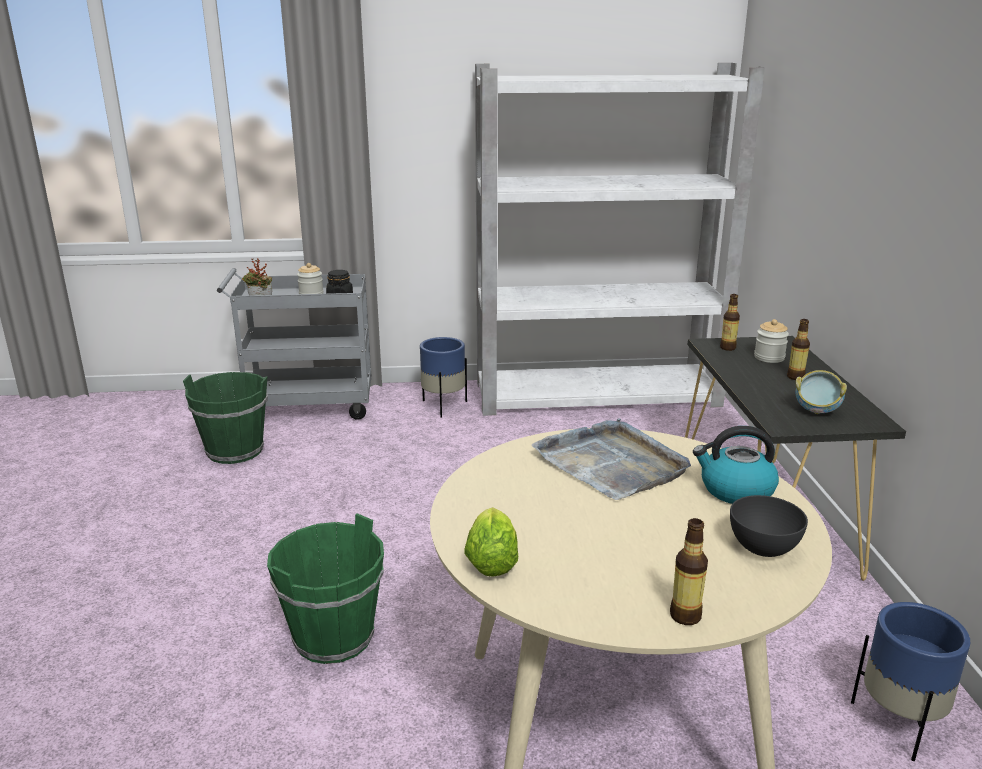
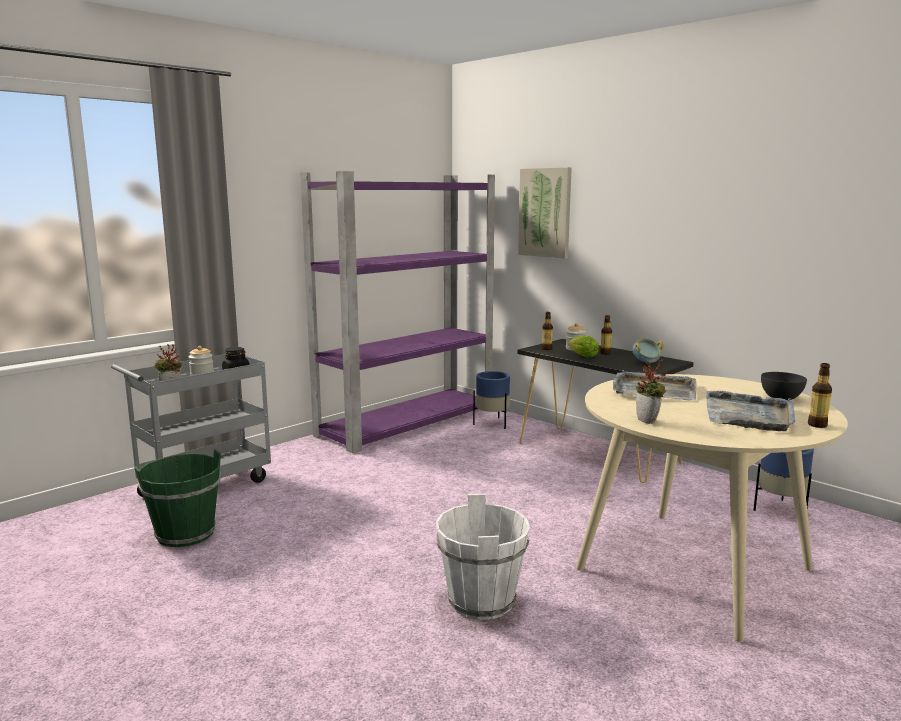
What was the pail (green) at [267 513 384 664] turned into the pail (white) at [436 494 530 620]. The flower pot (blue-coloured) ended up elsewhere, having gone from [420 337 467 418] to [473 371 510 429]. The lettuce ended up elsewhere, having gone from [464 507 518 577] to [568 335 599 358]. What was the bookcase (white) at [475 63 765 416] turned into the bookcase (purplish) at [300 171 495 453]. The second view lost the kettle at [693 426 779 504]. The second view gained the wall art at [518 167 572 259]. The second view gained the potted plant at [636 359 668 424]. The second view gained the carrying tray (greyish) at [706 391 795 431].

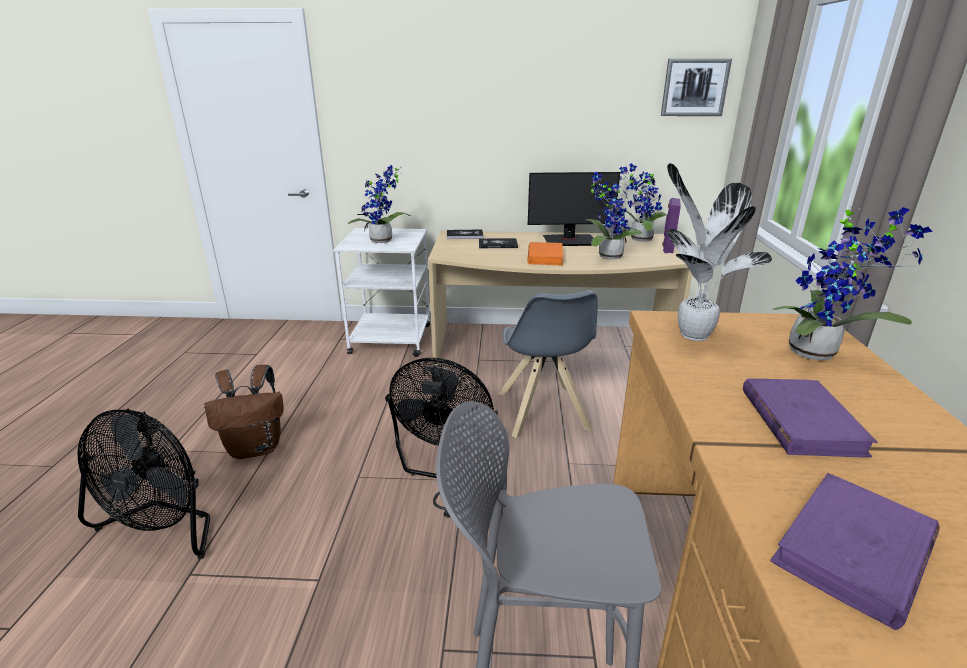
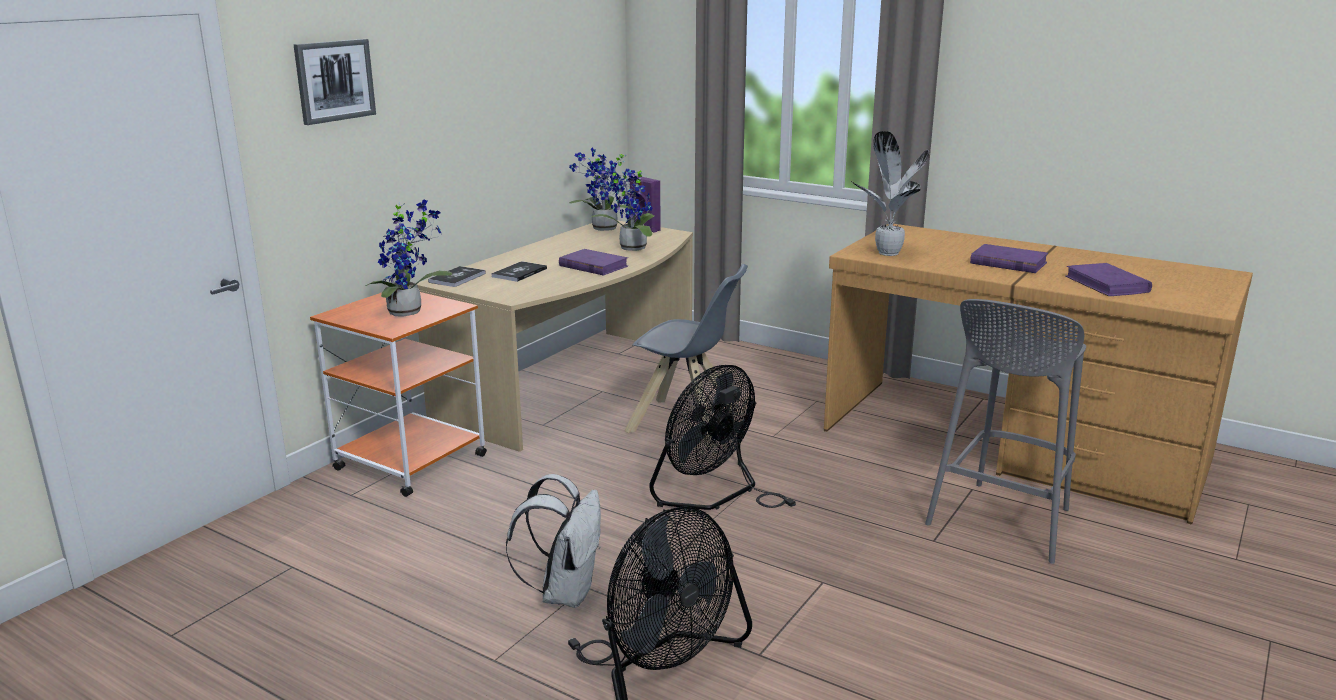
What was the rucksack (brown) at [204 365 284 459] turned into the rucksack (white) at [506 474 601 608]. What was the wheeled cart (white) at [333 228 430 357] turned into the wheeled cart (orange-coloured) at [310 292 487 497]. What was the book (orange-coloured) at [527 242 564 265] turned into the book (purplish) at [559 249 628 276]. The second view lost the monitor at [528 172 620 246]. The wall art ended up elsewhere, having gone from [661 59 732 116] to [294 39 376 125]. The second view lost the potted plant at [773 206 933 360].

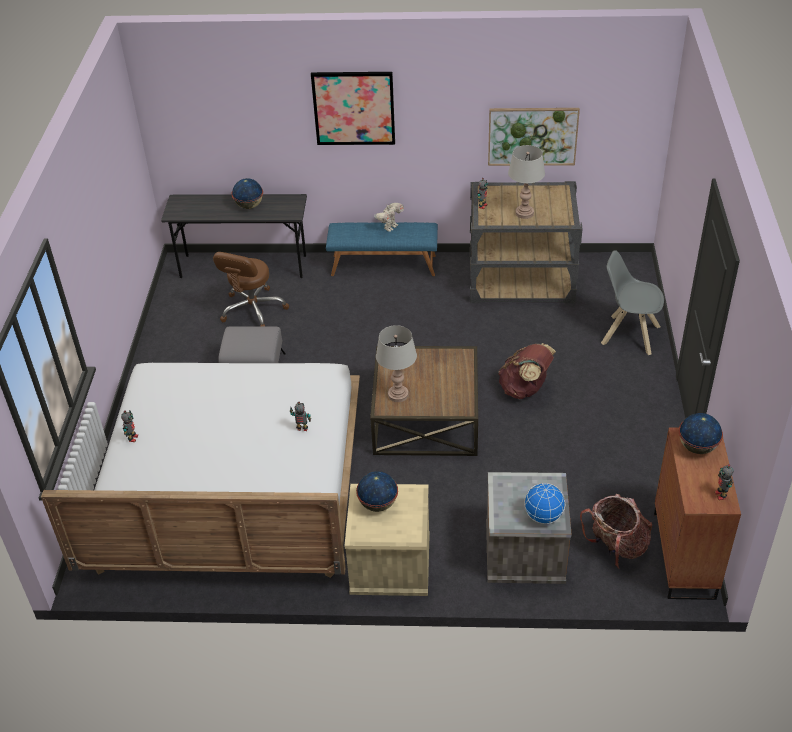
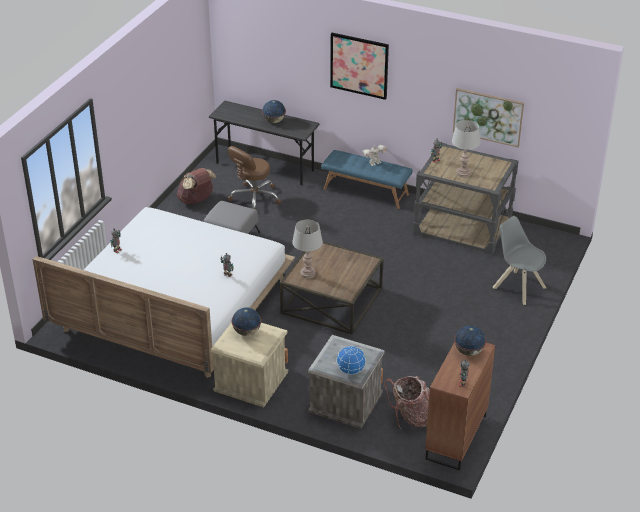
The rucksack (brown) ended up elsewhere, having gone from [498 343 556 399] to [177 168 216 204].

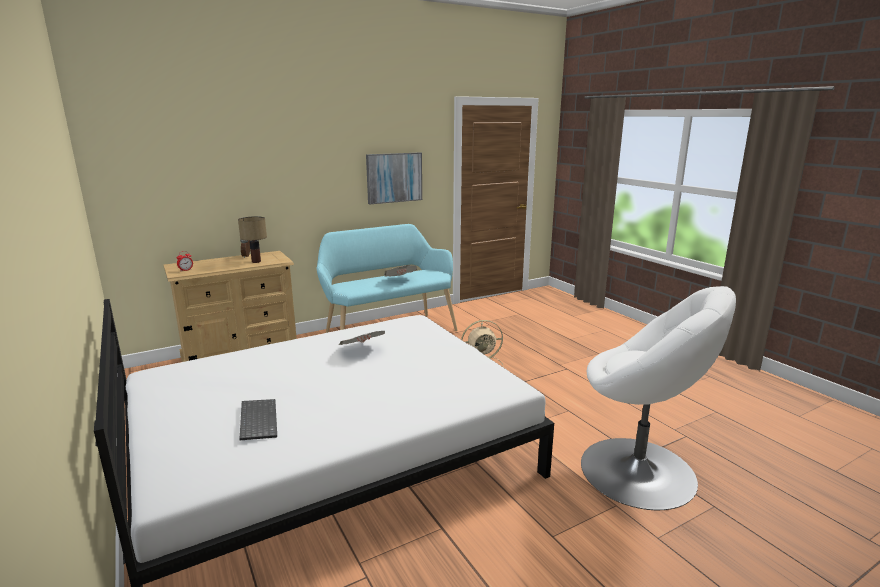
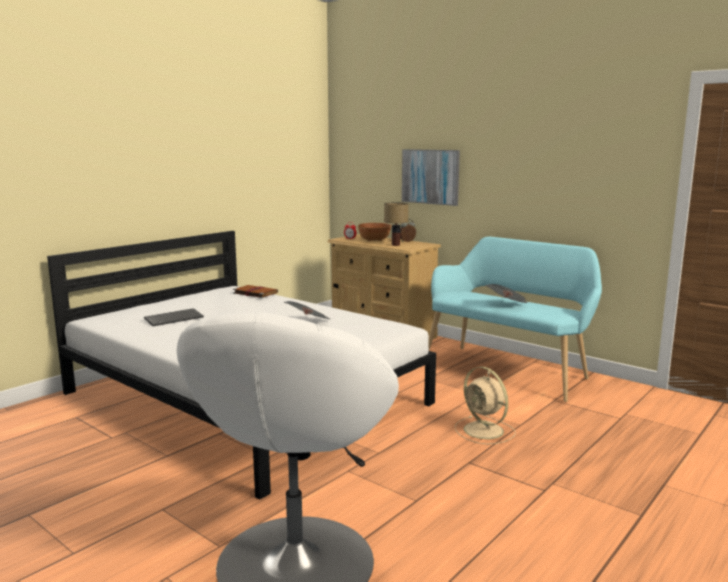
The wall art ended up elsewhere, having gone from [366 152 422 204] to [402 149 460 206]. The second view gained the book (brown) at [233 285 278 298]. The second view gained the bowl (brown) at [358 223 392 241].

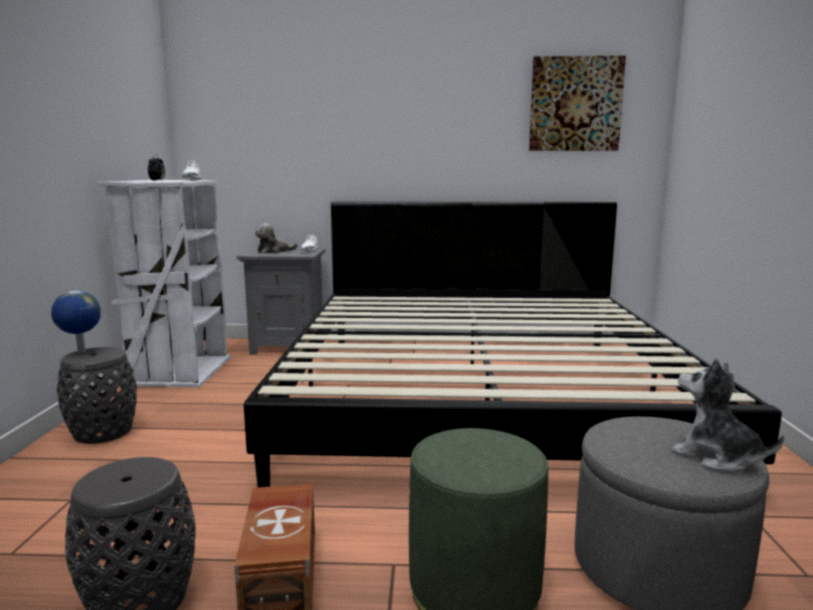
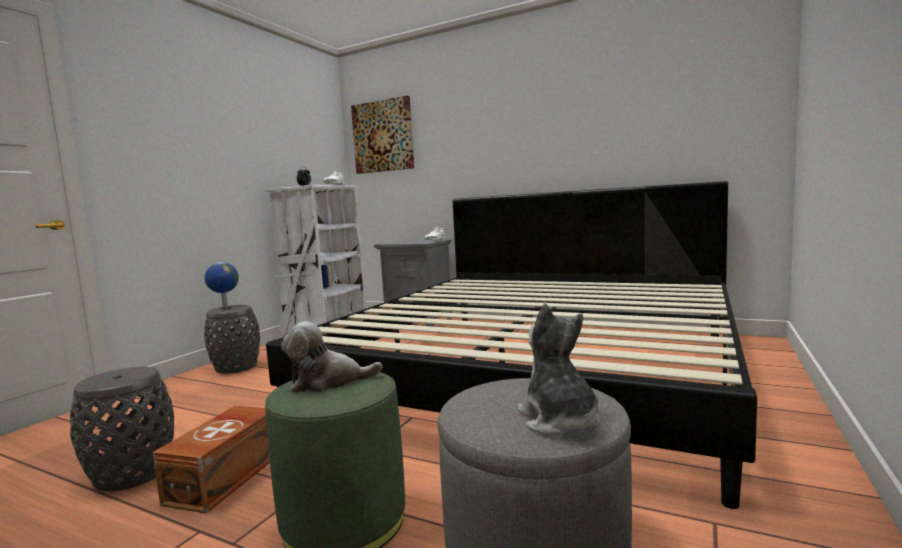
The cuddly toy ended up elsewhere, having gone from [255 224 297 254] to [281 321 382 392]. The wall art ended up elsewhere, having gone from [529 56 626 151] to [351 96 414 174].

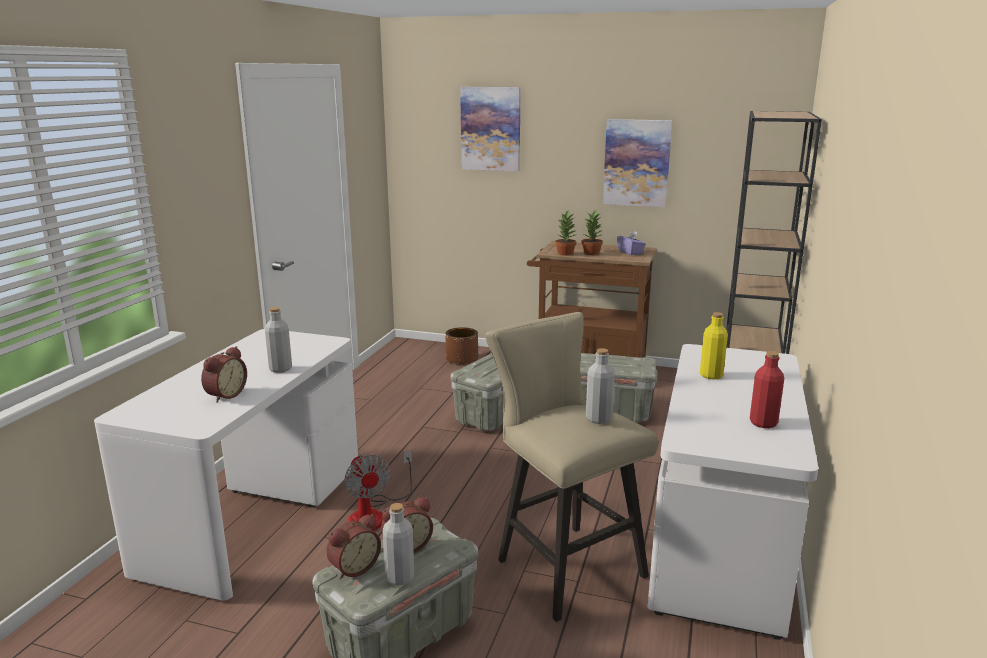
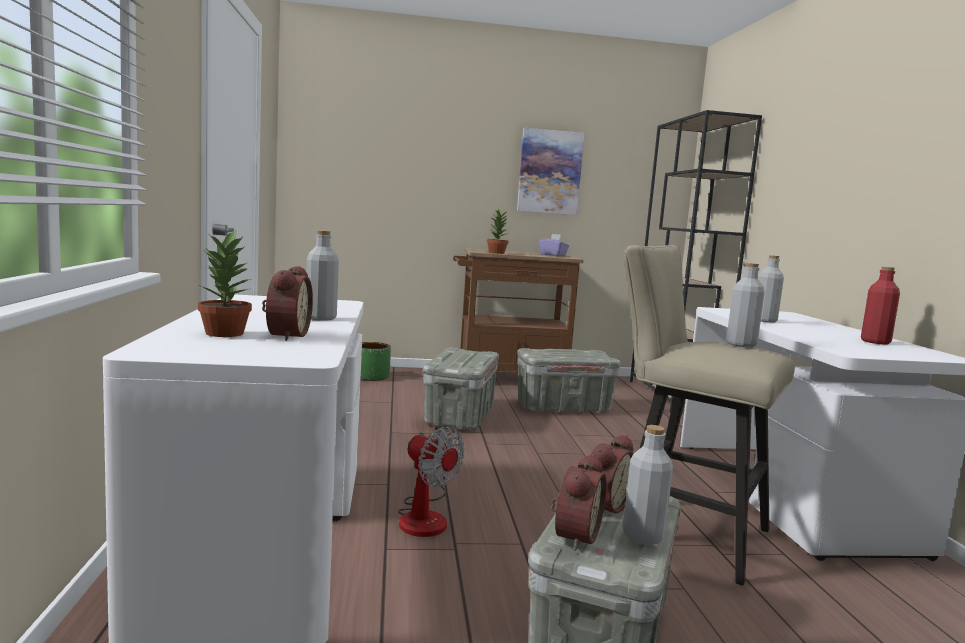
What was the flower pot (brown) at [445 327 478 365] turned into the flower pot (green) at [361 342 391 381]. The second view lost the wall art at [460 87 521 171]. The potted plant ended up elsewhere, having gone from [581 210 603 255] to [198 230 252 337]. What was the bottle (yellow-coloured) at [700 312 728 380] turned into the bottle (greyish) at [759 255 784 323].

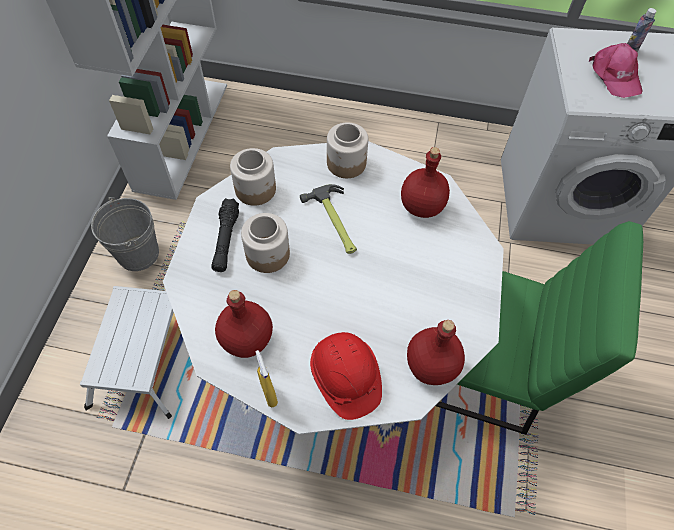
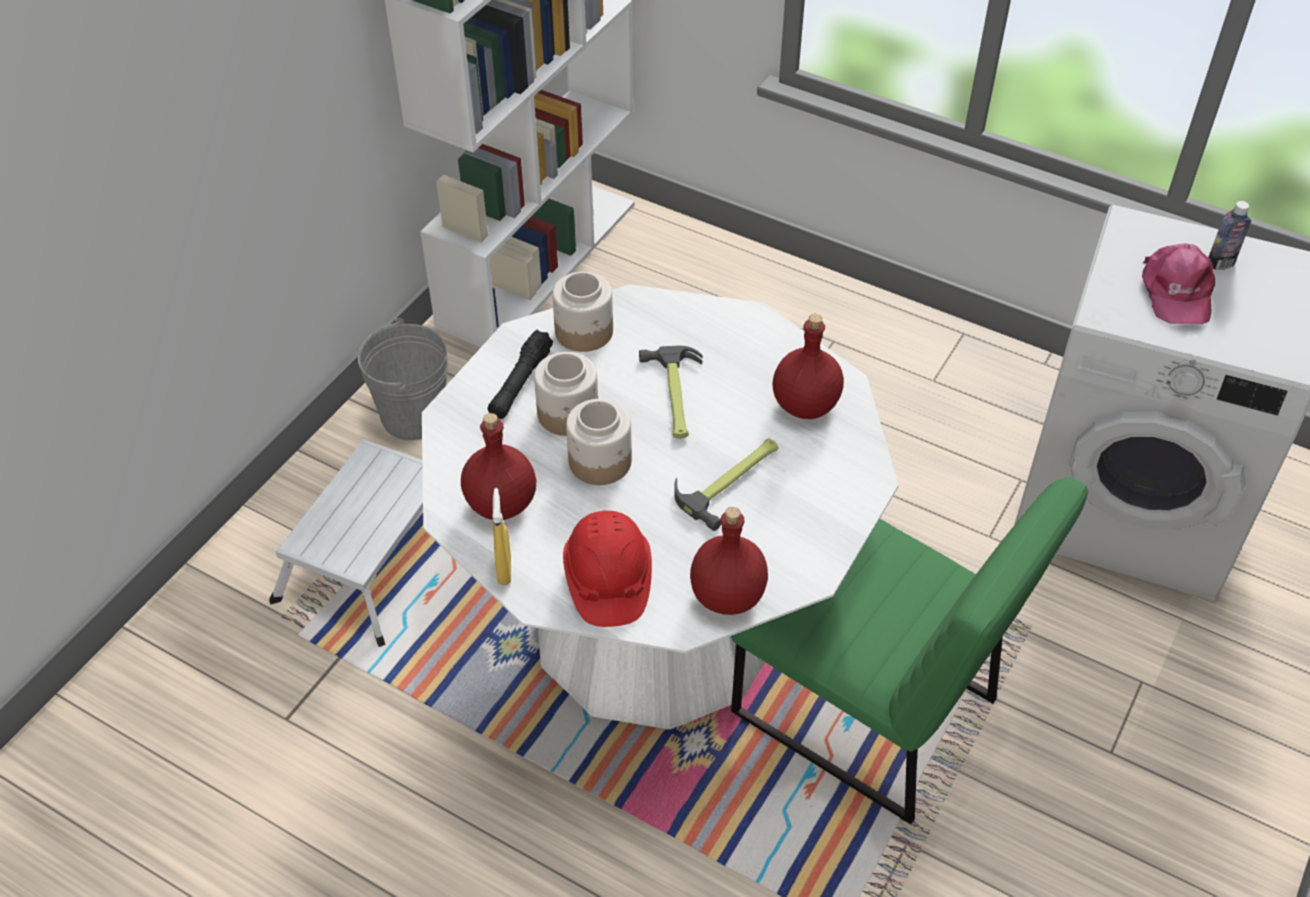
The preserve jar ended up elsewhere, having gone from [327 122 368 178] to [566 399 632 485]. The second view gained the hammer at [674 439 779 531].

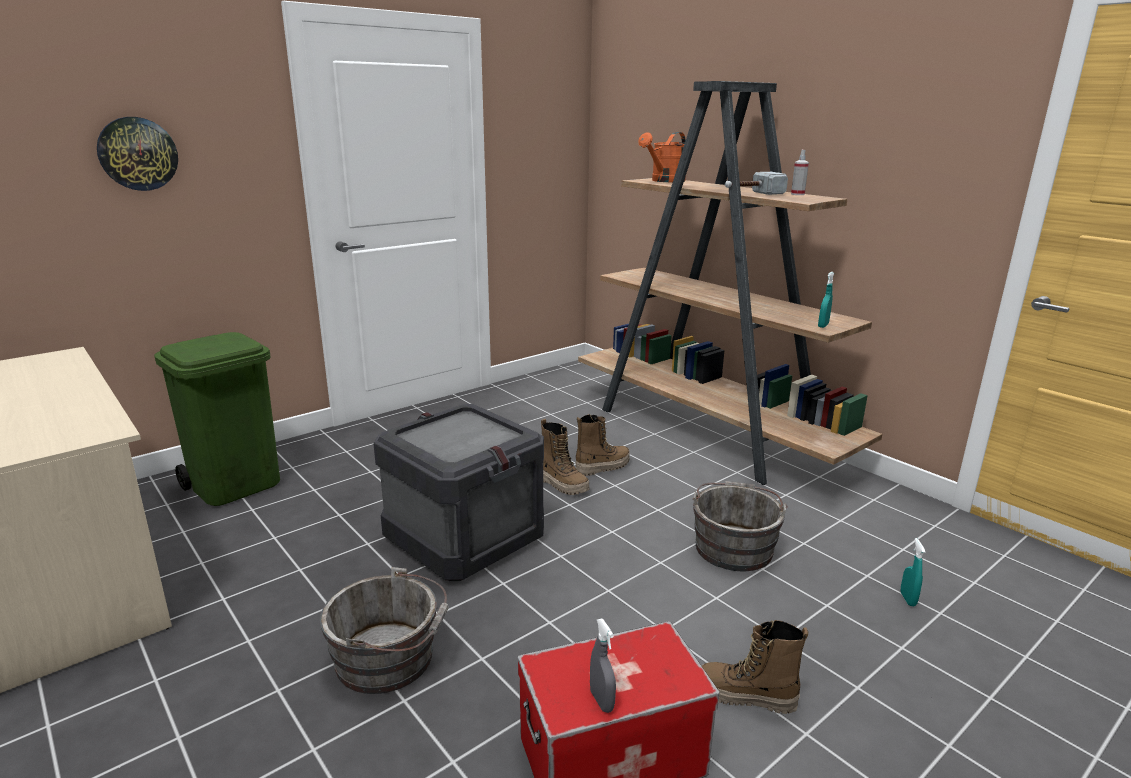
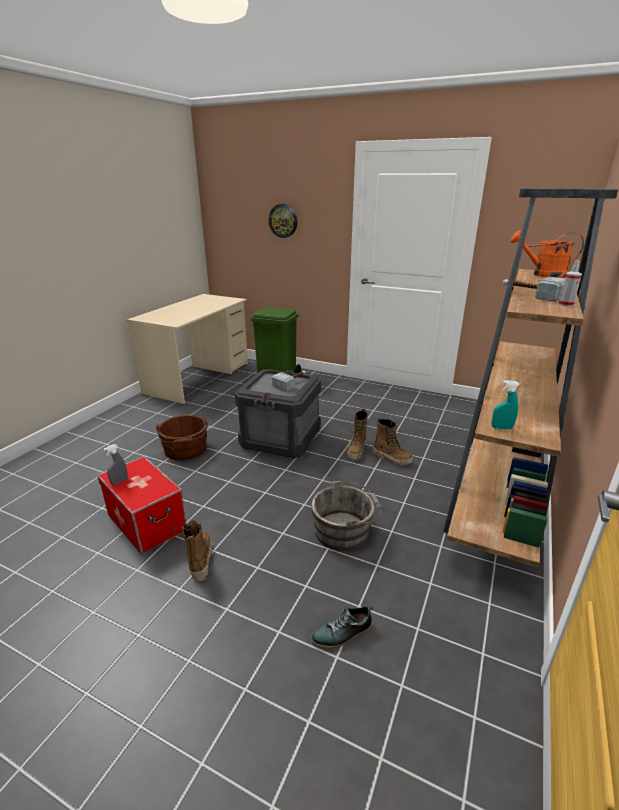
What was the pail (greyish) at [320 567 449 694] turned into the pail (brown) at [155 415 208 460]. Where the sprayer (turquoise-coloured) stood at [900 538 925 606], the low shoe came to stand at [311 605 373 649]. The second view gained the hammer at [271 370 306 391].

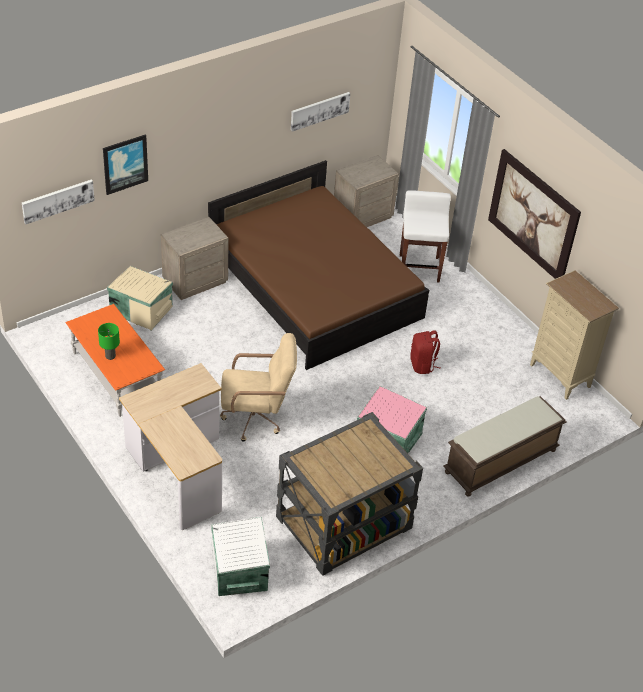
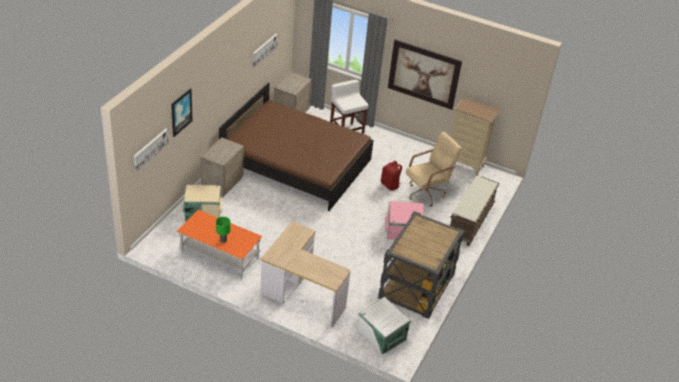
The office chair (beige-coloured) ended up elsewhere, having gone from [220 333 297 442] to [406 132 462 206].

